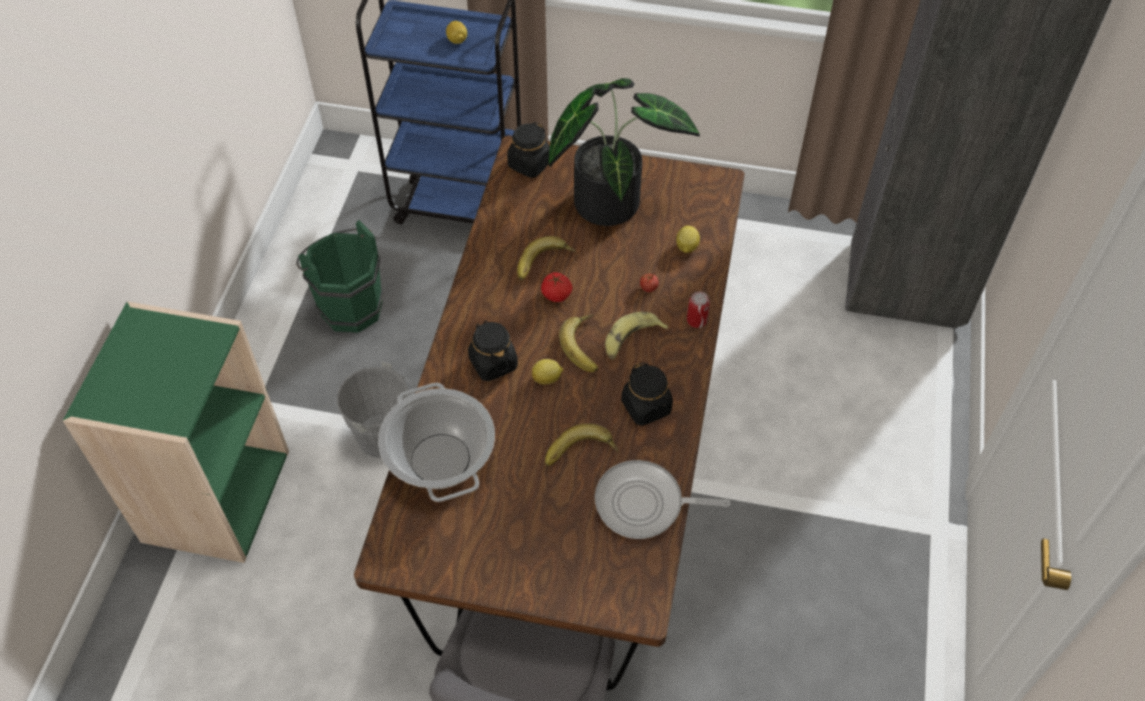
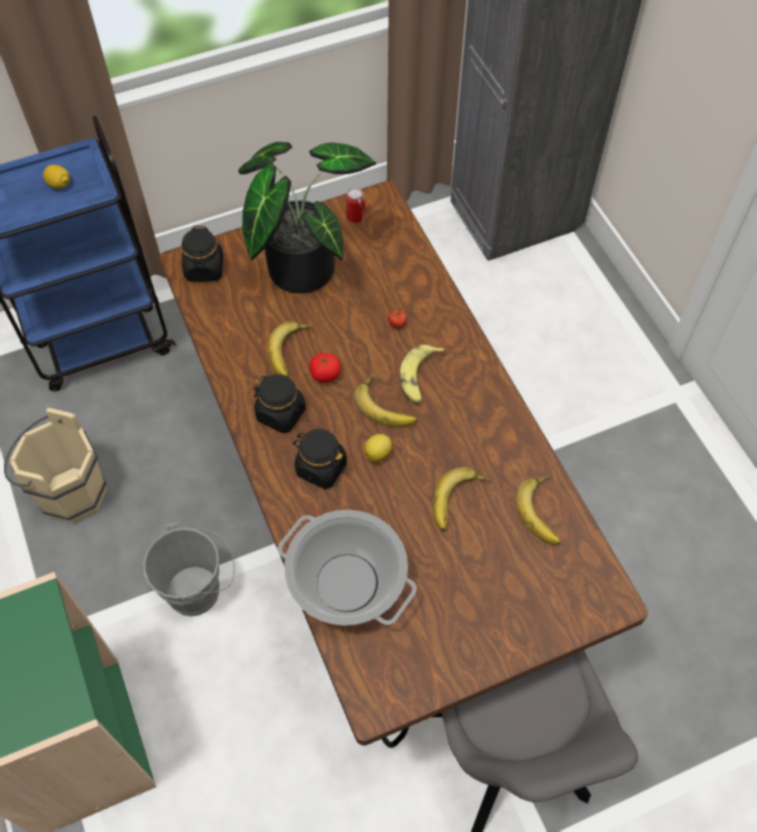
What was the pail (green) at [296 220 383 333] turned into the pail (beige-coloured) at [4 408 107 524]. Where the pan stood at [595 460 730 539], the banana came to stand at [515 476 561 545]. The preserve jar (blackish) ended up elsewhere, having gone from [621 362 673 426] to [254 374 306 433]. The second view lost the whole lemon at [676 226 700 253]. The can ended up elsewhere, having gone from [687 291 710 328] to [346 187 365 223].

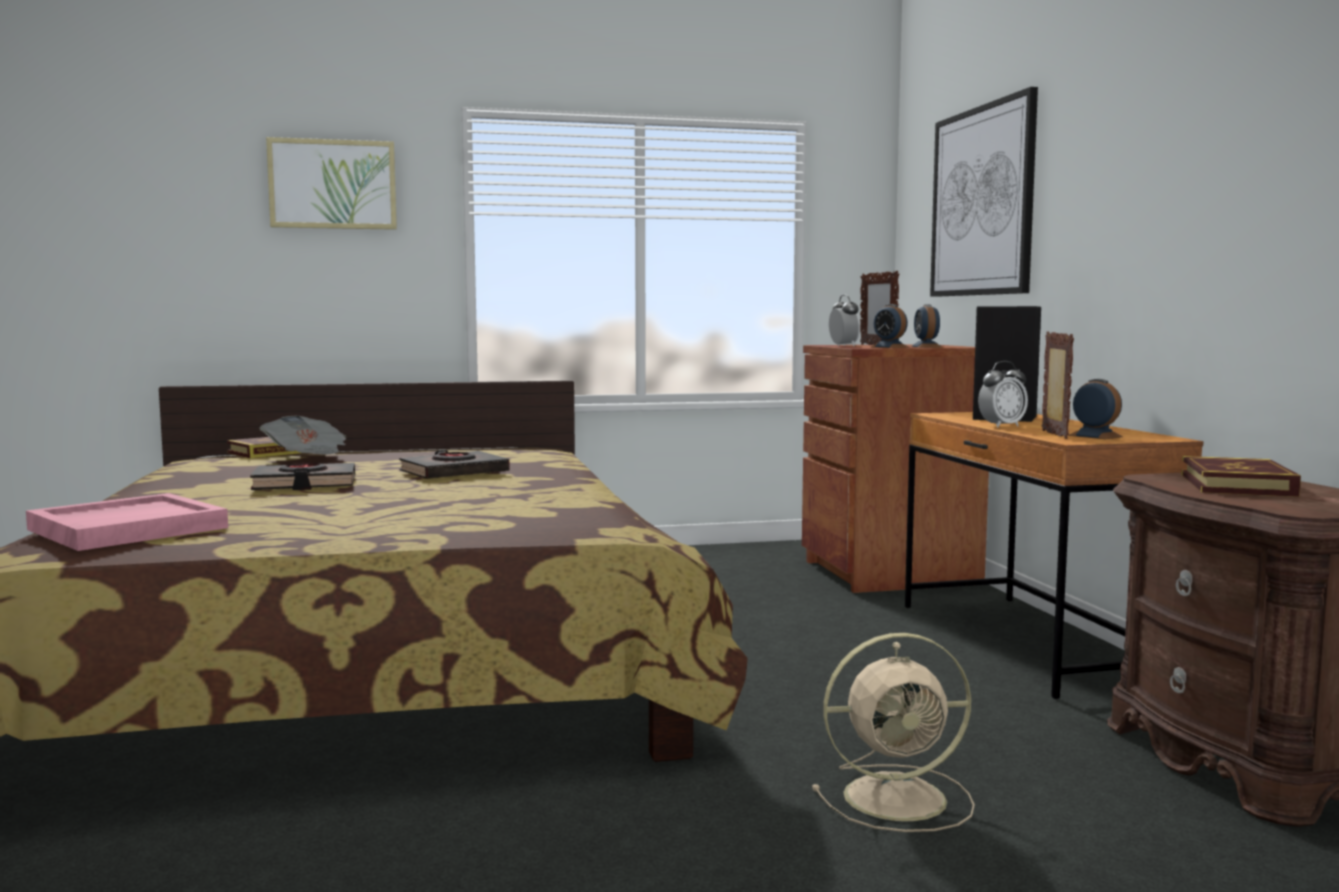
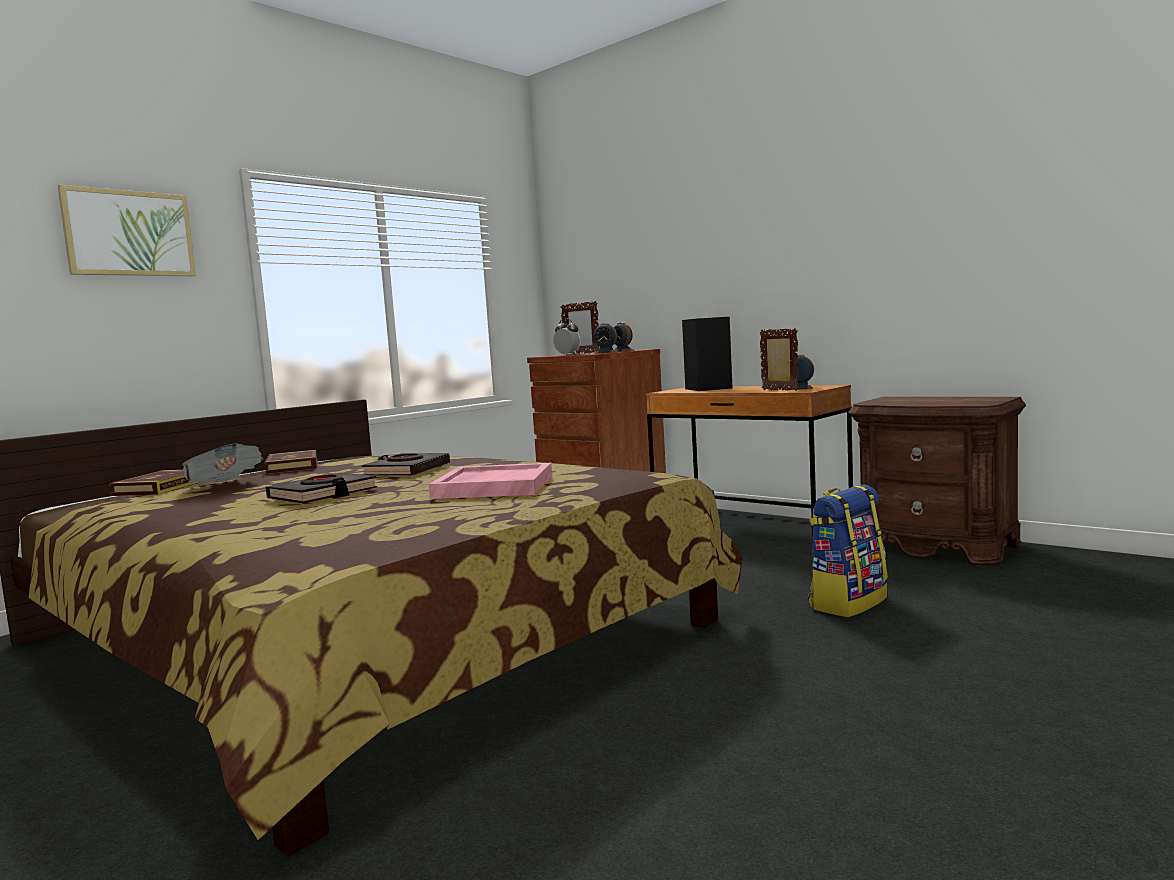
The carrying tray (pinkish) ended up elsewhere, having gone from [26 493 228 551] to [429 463 552 499]. Where the cooling fan (beige-coloured) stood at [812 633 975 832], the rucksack came to stand at [808 485 888 617]. The second view lost the wall art at [930 87 1038 297]. The second view lost the alarm clock at [978 361 1028 428]. The book ended up elsewhere, having gone from [1181 456 1301 497] to [265 450 317 474].

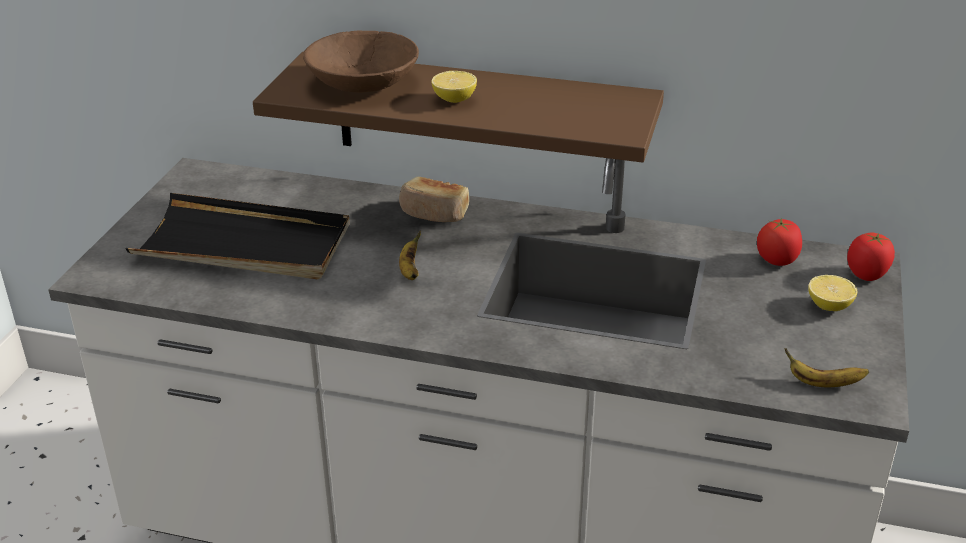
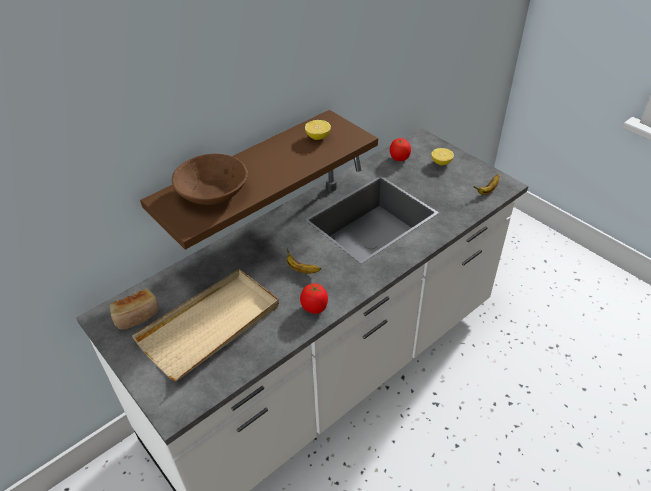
What was the carrying tray (blackish) at [126 193 350 279] turned into the carrying tray (beige-coloured) at [132 269 279 381]. The bread ended up elsewhere, having gone from [399 177 469 222] to [110 289 159 329]. The whole lemon ended up elsewhere, having gone from [431 71 477 103] to [305 120 331 140]. The tomato ended up elsewhere, having gone from [847 233 895 281] to [300 283 328 314].

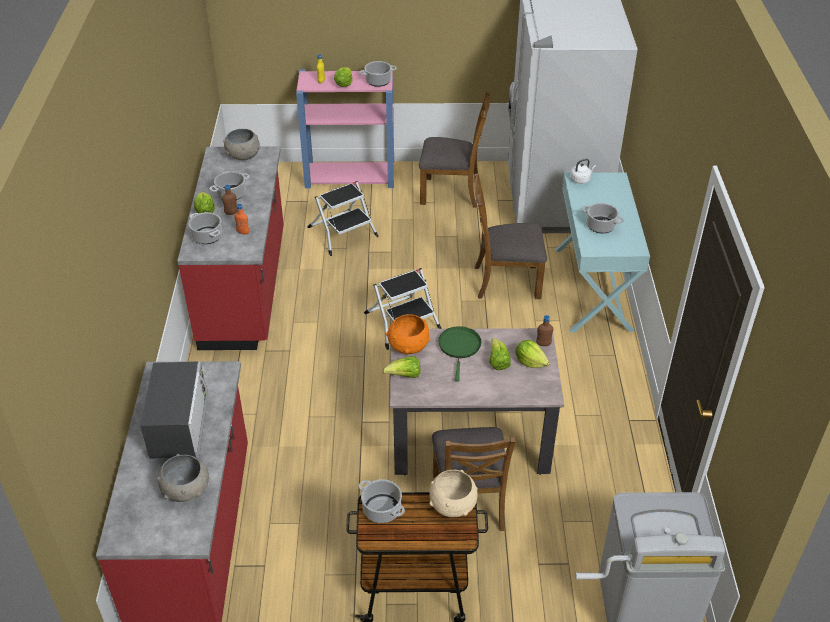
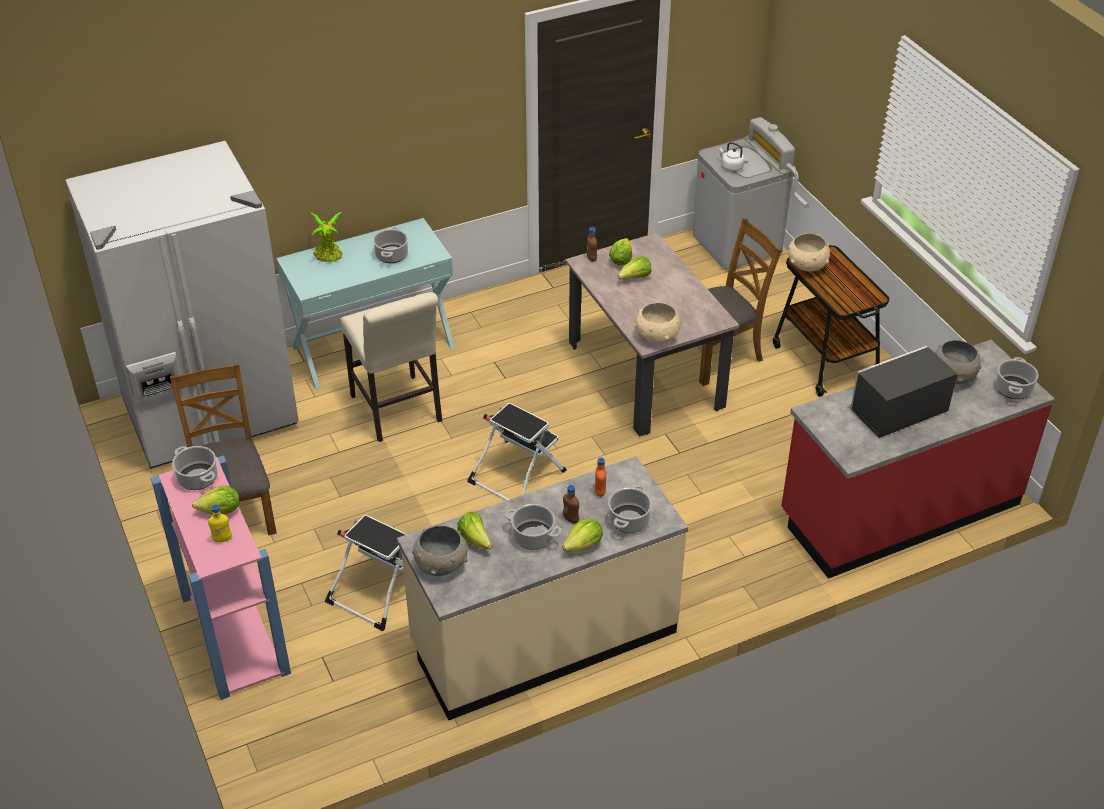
What was the kitchen counter (red-coloured) at [177 147 284 350] turned into the kitchen counter (beige-coloured) at [397 457 688 720]. The saucepot ended up elsewhere, having gone from [359 479 405 523] to [995 357 1039 399]. The lettuce ended up elsewhere, having gone from [383 356 421 378] to [457 512 492 549]. What was the bowl (orange-coloured) at [386 314 431 354] turned into the bowl (beige-coloured) at [634 303 680 344]. The second view lost the pan (green) at [438 326 481 382]. Where the plain chair (brown) stood at [474 173 547 299], the stool (beige-coloured) came to stand at [340 292 442 442]. The kettle (white) ended up elsewhere, having gone from [570 159 596 184] to [719 142 745 171]. The second view gained the potted plant at [311 212 342 262].

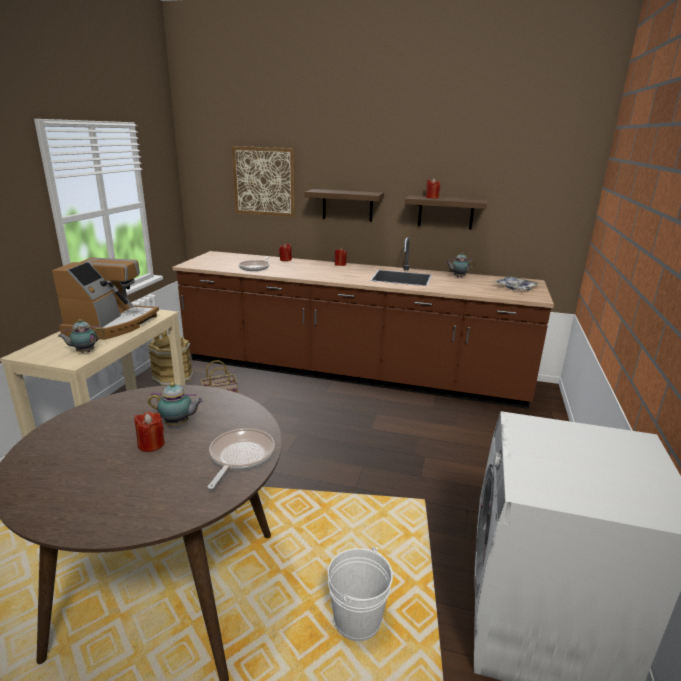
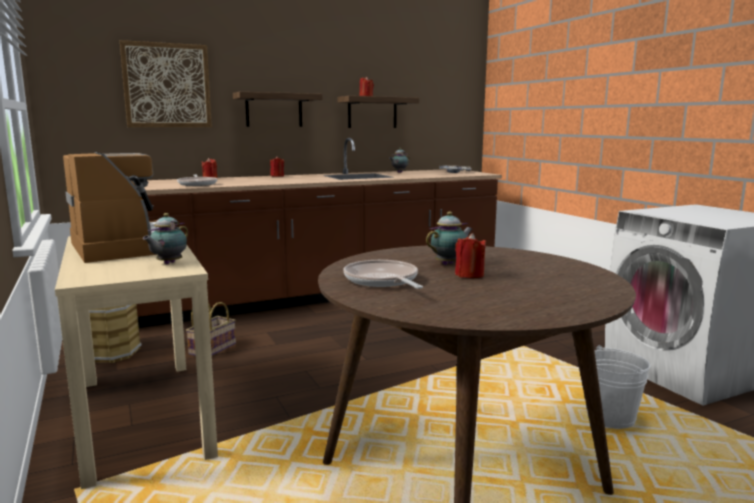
The pan ended up elsewhere, having gone from [207 428 275 489] to [343 260 423 289].

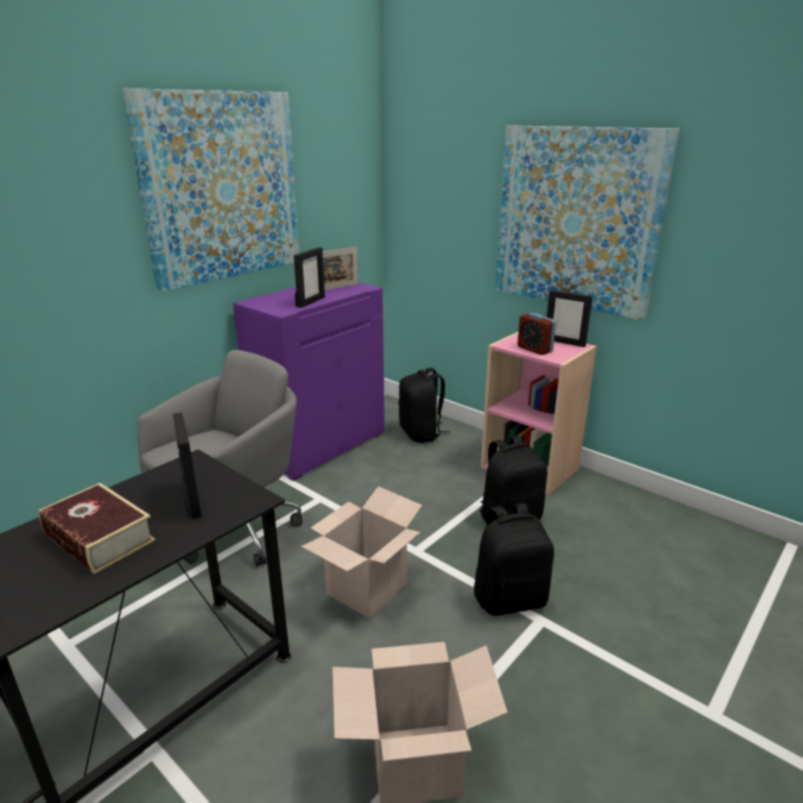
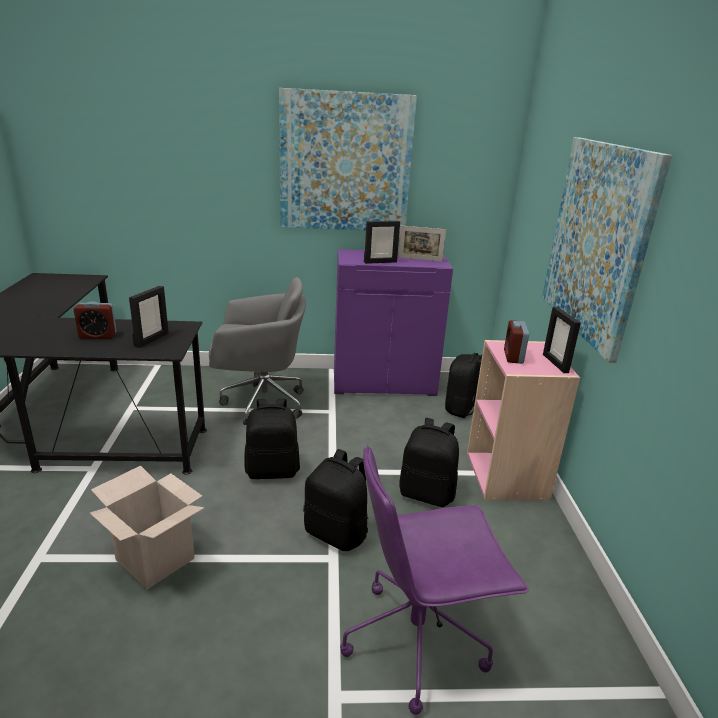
Where the book stood at [38 483 155 574], the alarm clock came to stand at [74 301 117 339]. Where the packing box stood at [301 486 422 619], the rucksack (blackish) came to stand at [244 399 300 479]. The second view gained the office chair (purplish) at [340 444 529 715].

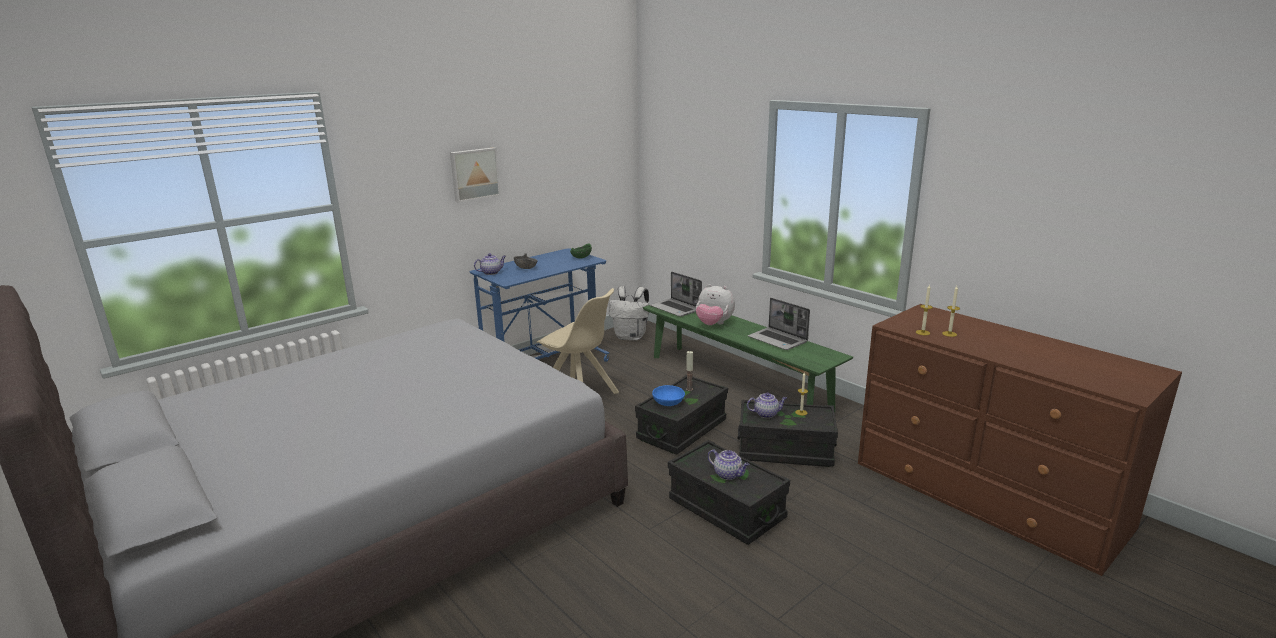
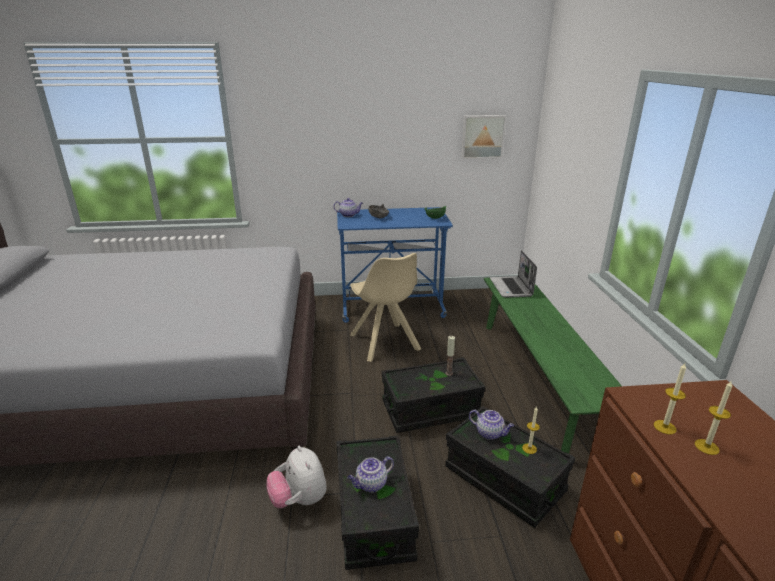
The wall art ended up elsewhere, having gone from [450 147 501 202] to [461 115 506 159]. The second view lost the rucksack (white) at [609 286 649 341]. The second view lost the bowl (blue-coloured) at [652 385 685 406]. The cuddly toy ended up elsewhere, having gone from [696 284 735 325] to [266 446 326 508]. The tea pot at [708 449 750 480] ended up facing another way, 75 degrees clockwise from before. The second view lost the laptop at [748 298 810 350].

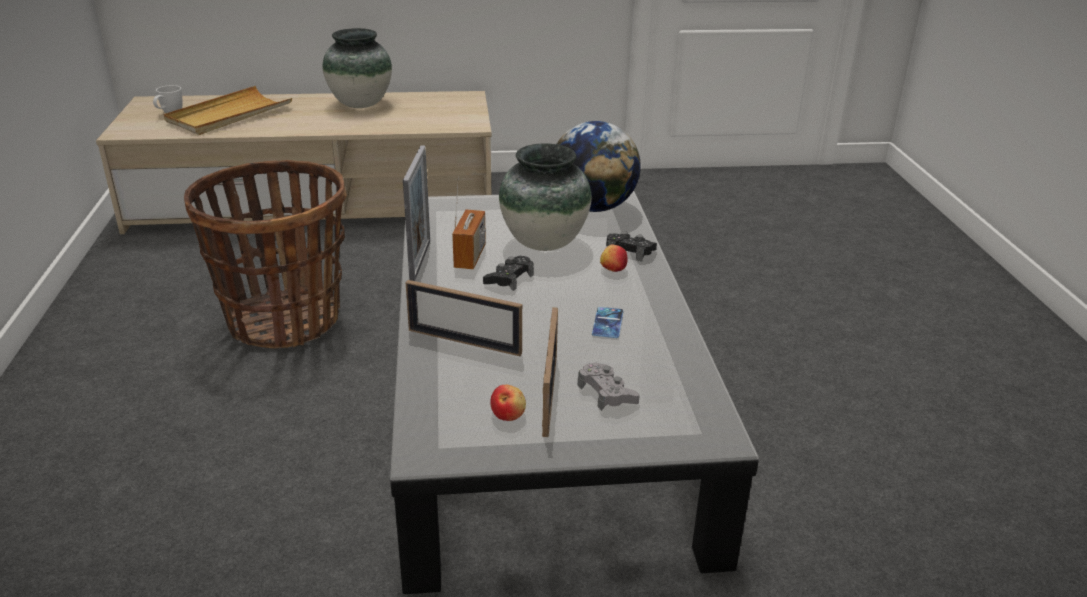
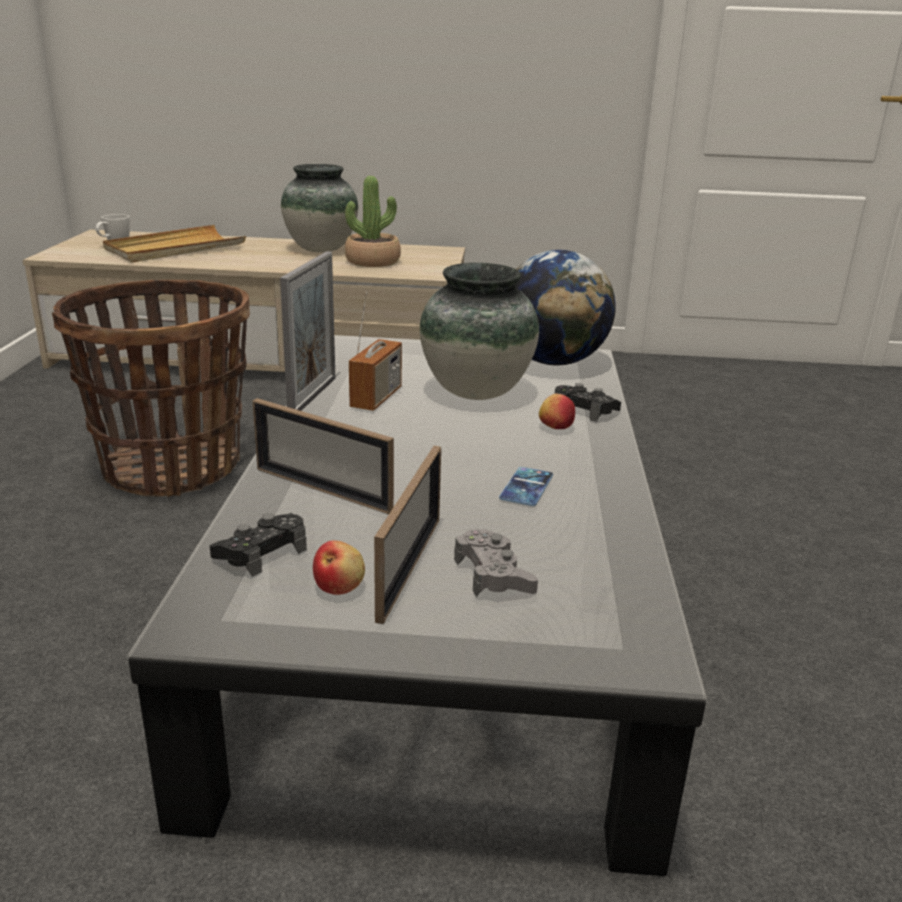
The gamepad (blackish) ended up elsewhere, having gone from [483 256 534 291] to [210 513 307 577]. The second view gained the potted plant at [345 176 401 267].

